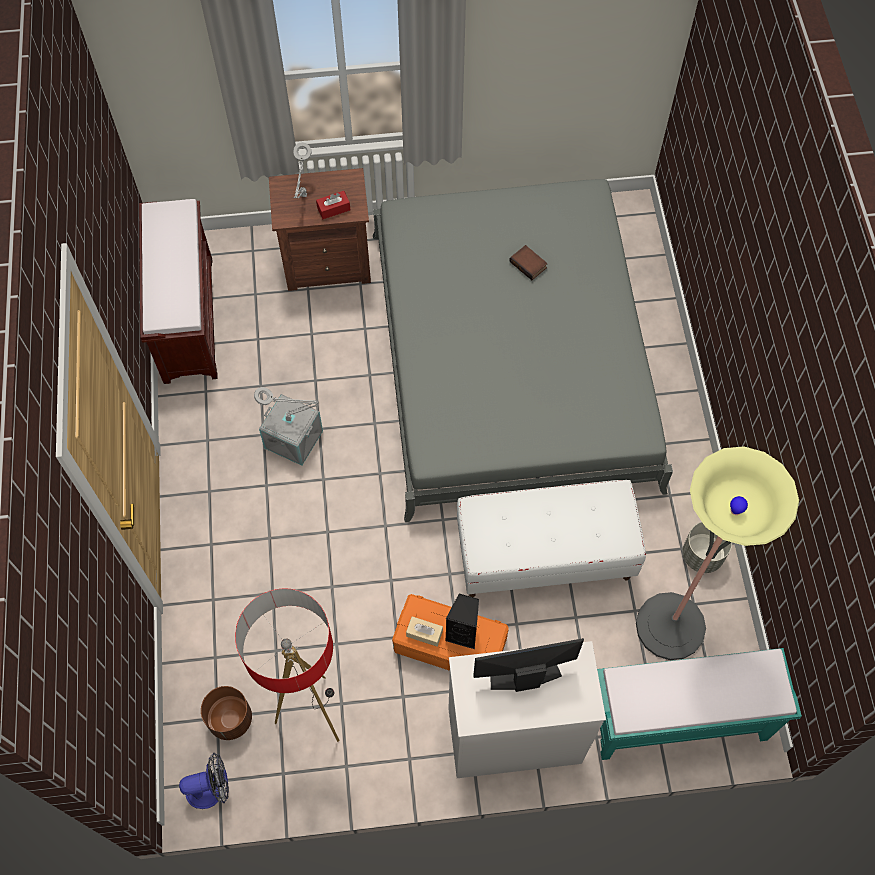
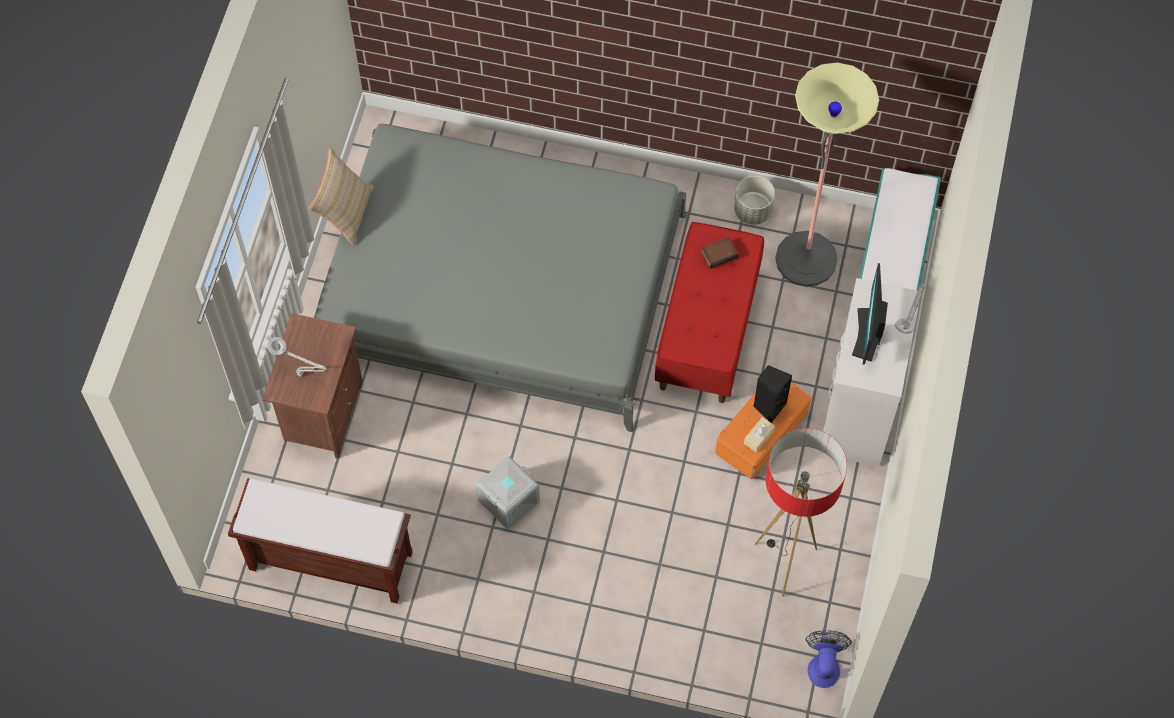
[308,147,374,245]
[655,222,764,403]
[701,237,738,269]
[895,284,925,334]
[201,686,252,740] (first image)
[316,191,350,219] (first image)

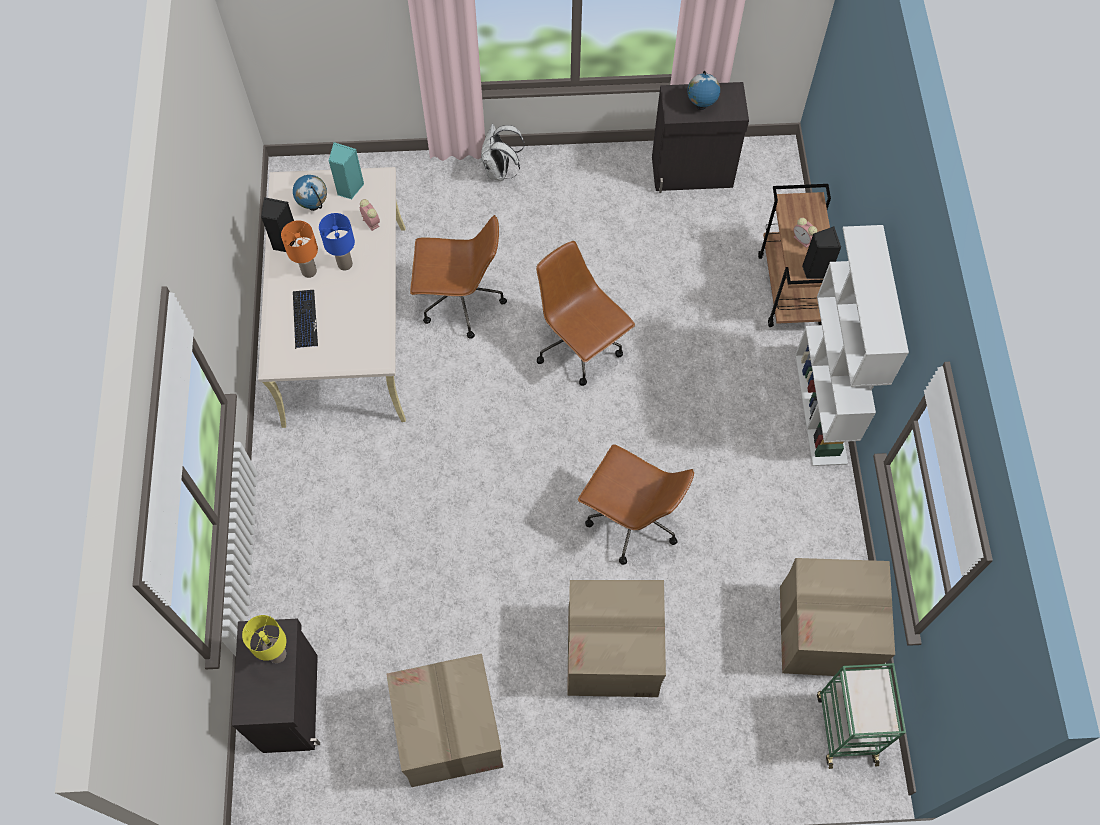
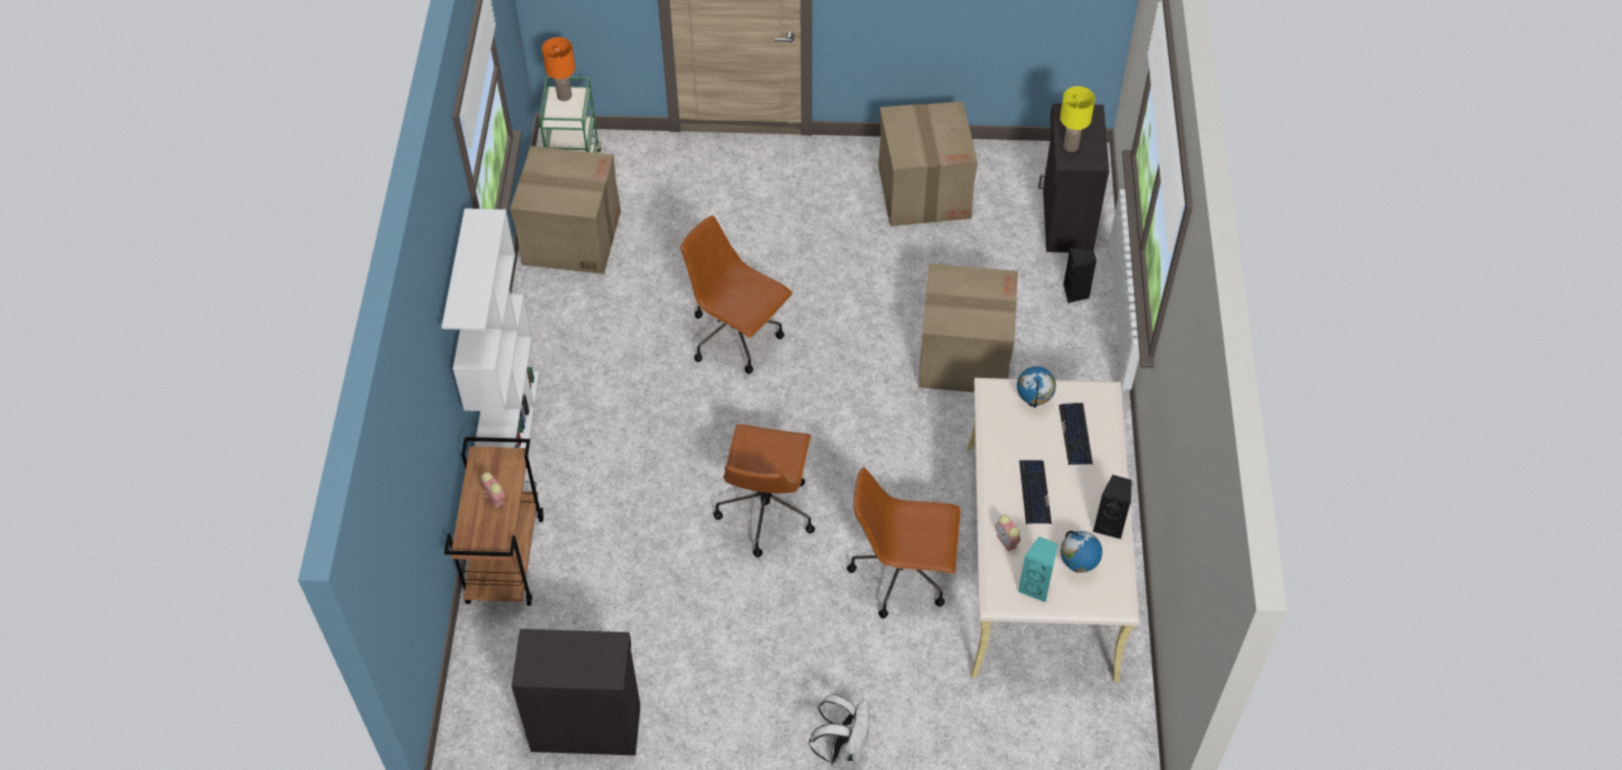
[542,37,575,101]
[713,424,815,557]
[918,264,1018,392]
[1017,366,1056,408]
[1019,460,1052,525]
[1063,248,1097,303]

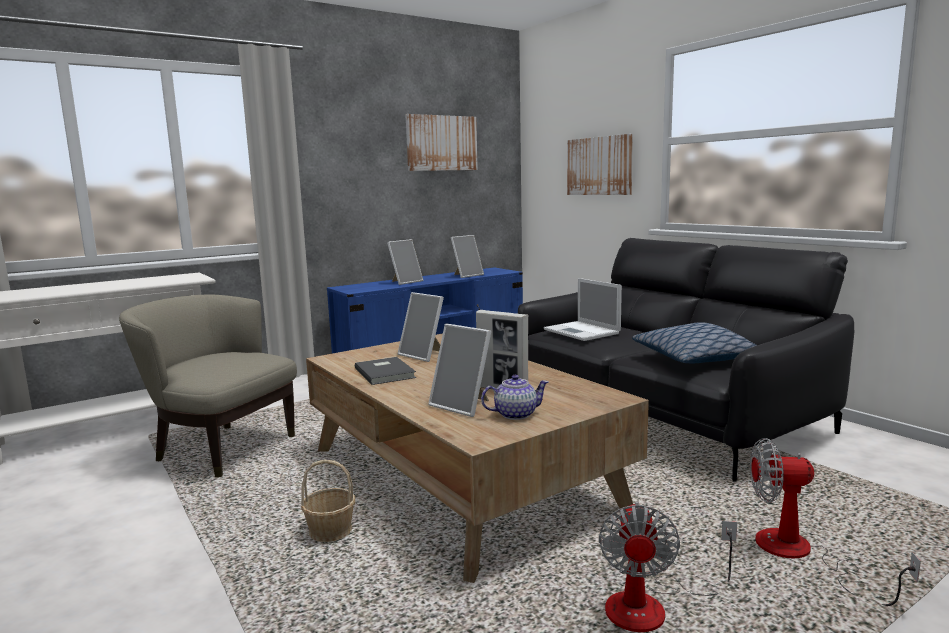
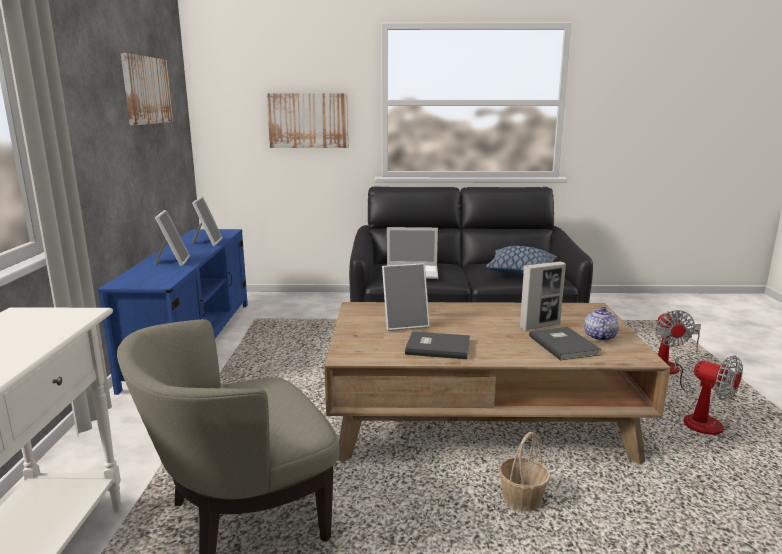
[529,327,601,360]
[655,310,701,374]

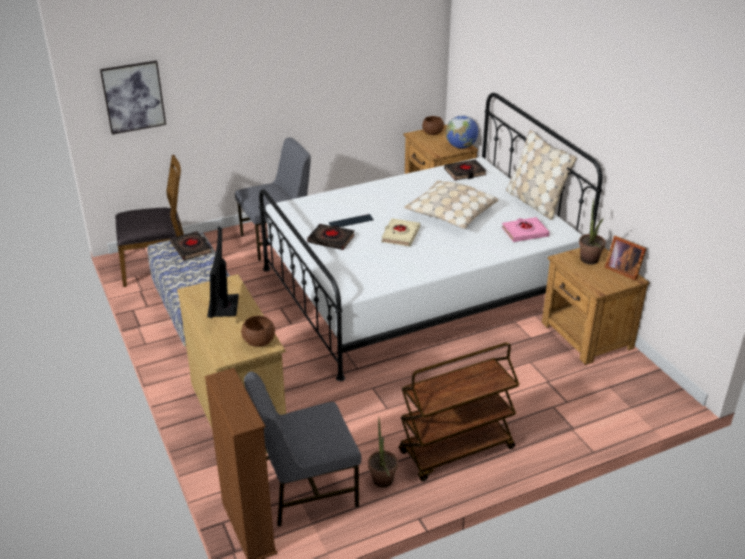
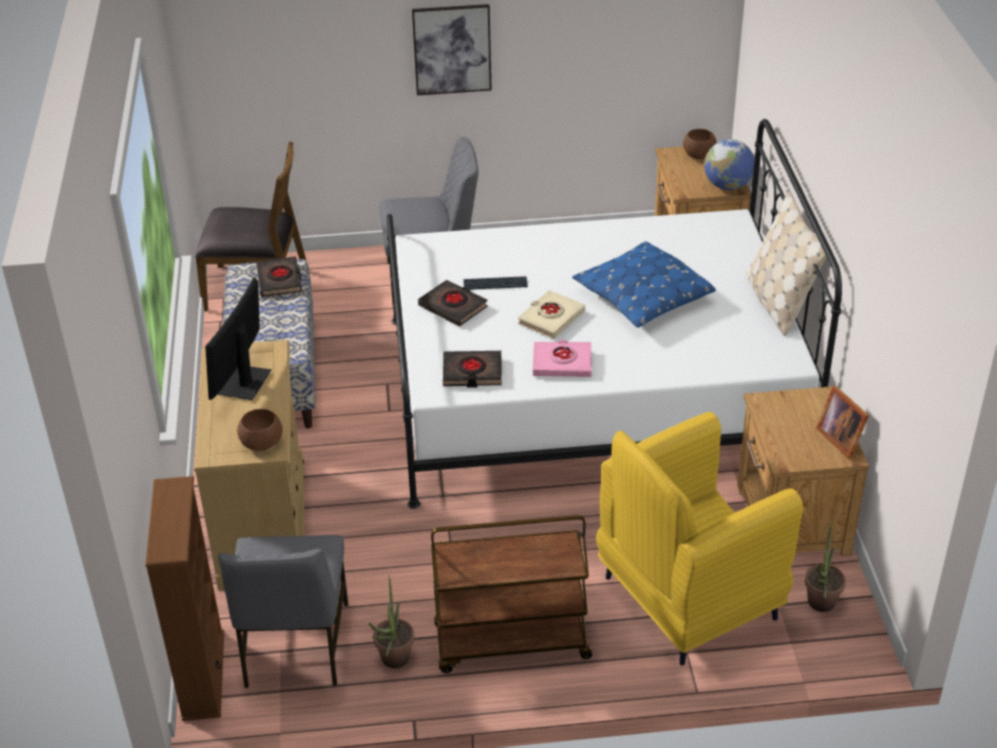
[218,535,348,688]
[412,4,492,95]
[443,351,502,388]
[533,340,592,377]
[572,242,716,328]
[596,412,803,666]
[805,520,846,612]

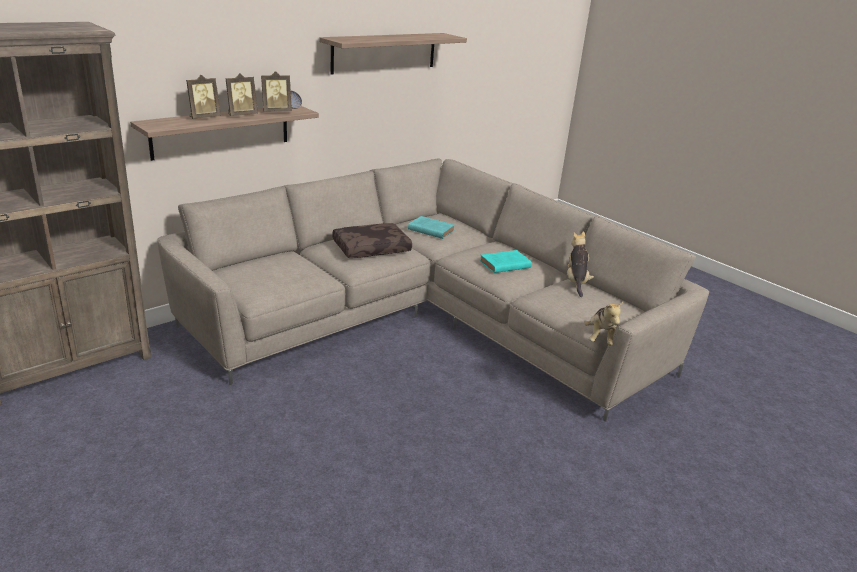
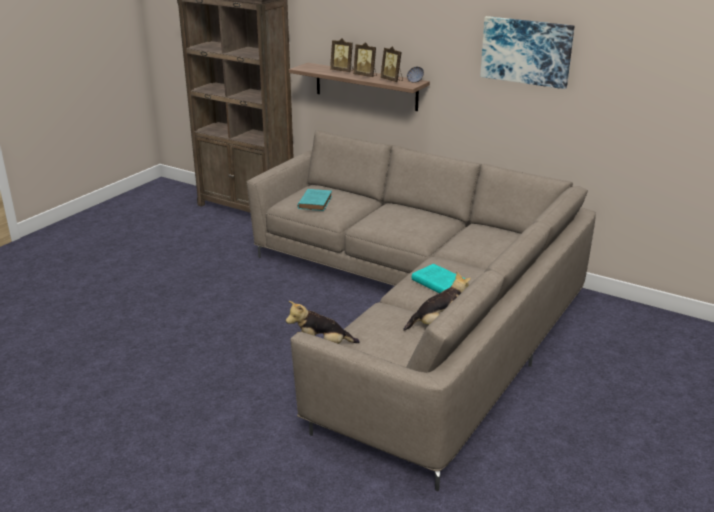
[298,189,332,211]
[480,16,575,89]
[332,223,412,258] (first image)

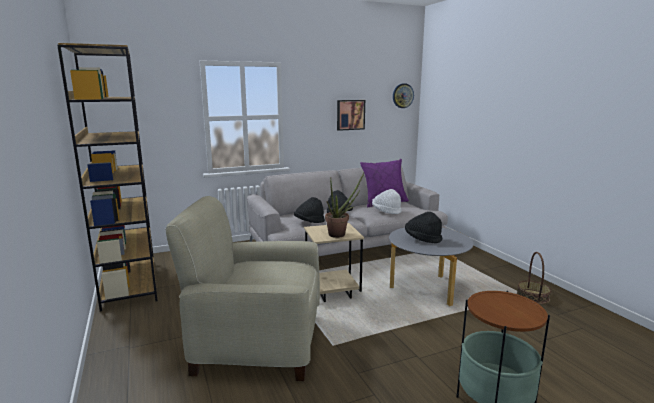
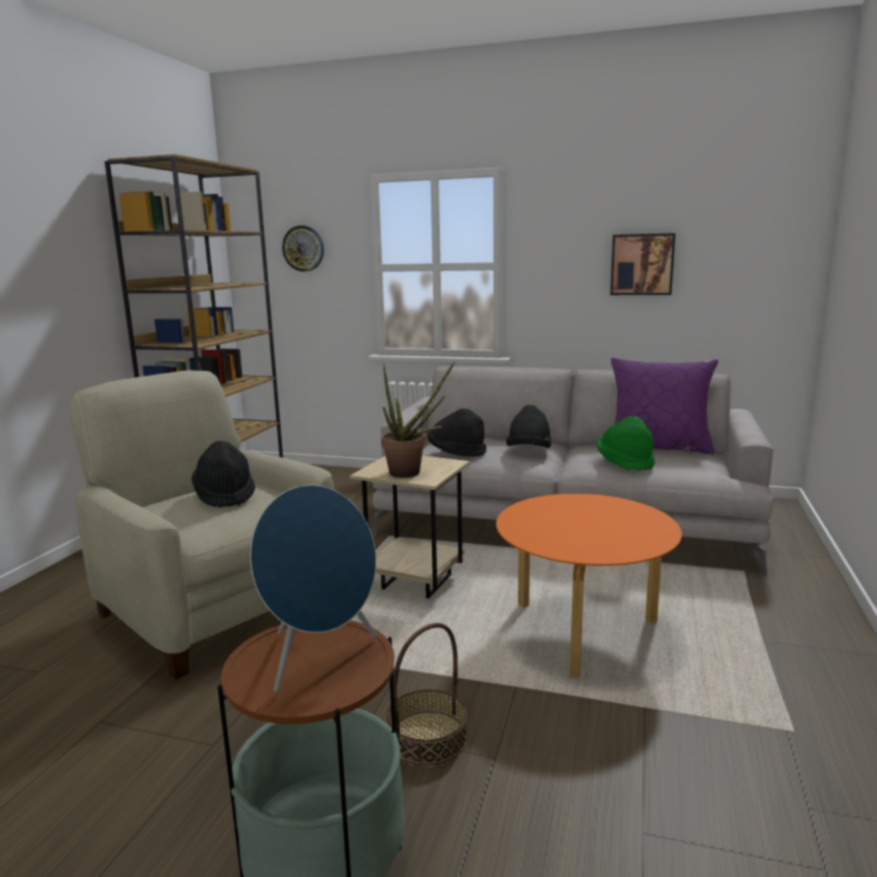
[192,441,256,508]
[250,485,377,692]
[282,225,324,272]
[387,623,468,766]
[496,494,682,678]
[597,416,655,471]

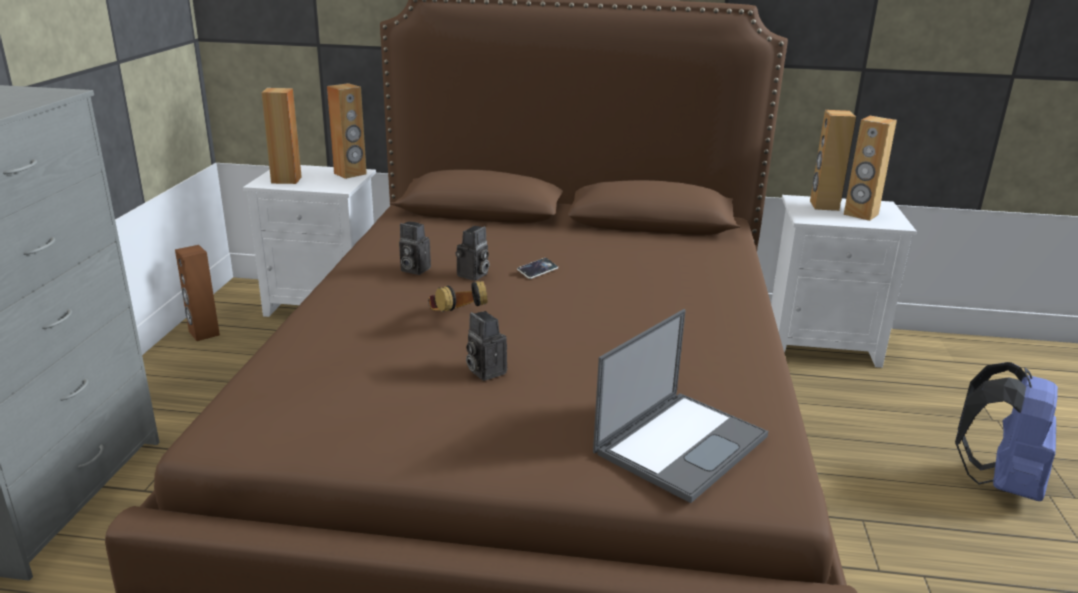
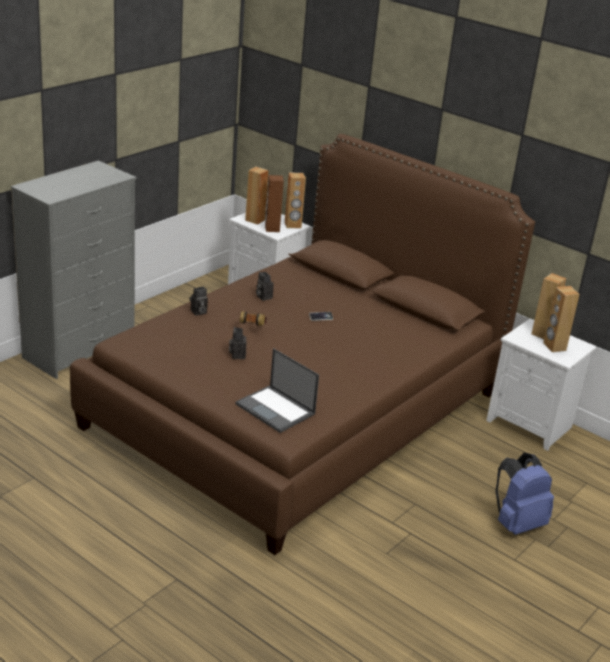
[190,287,208,316]
[235,348,319,433]
[265,175,284,232]

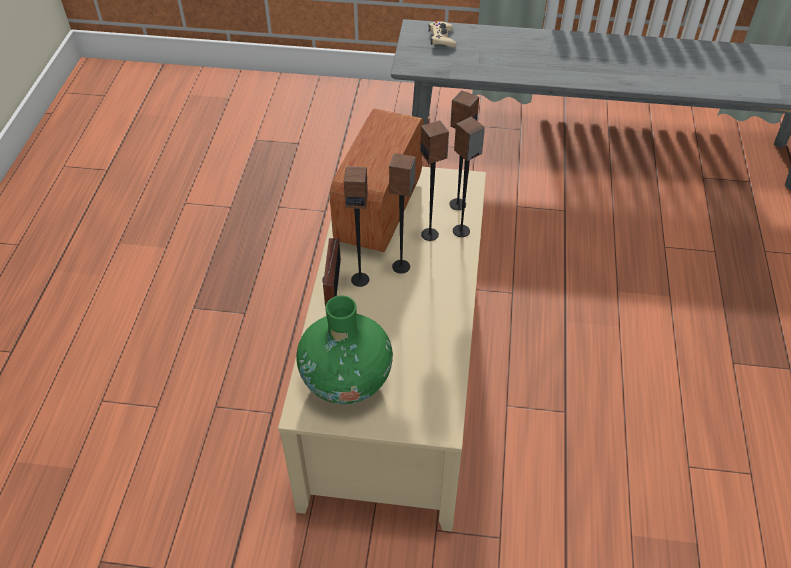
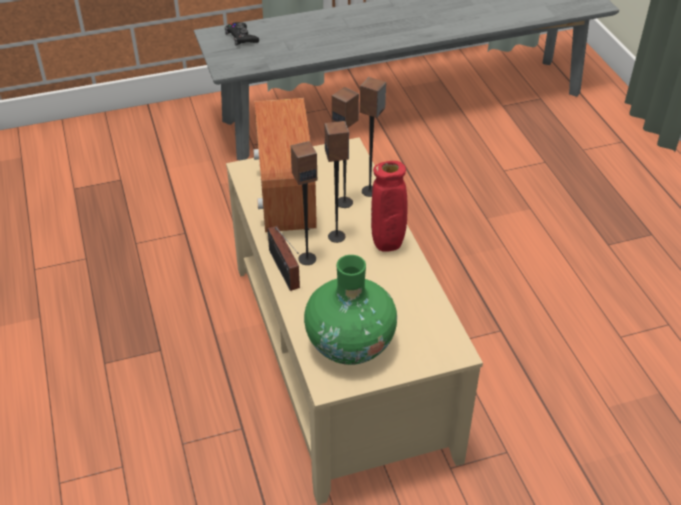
[225,22,259,46]
[371,161,408,252]
[449,90,479,210] (first image)

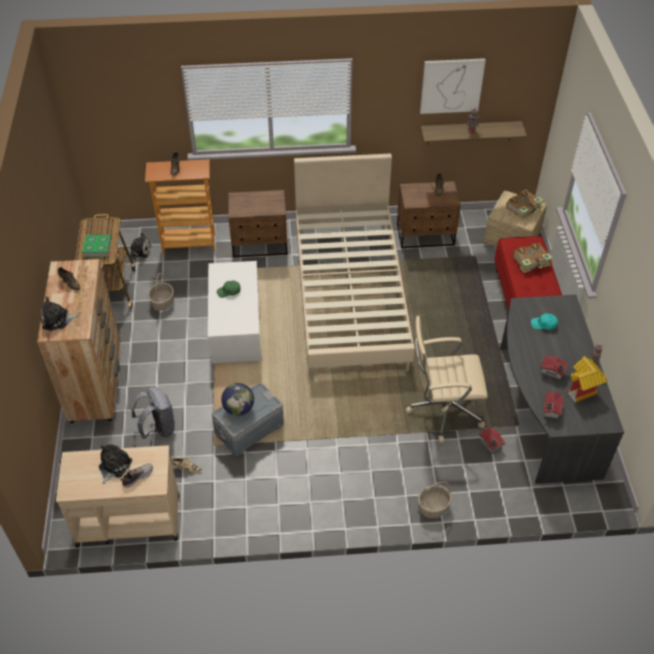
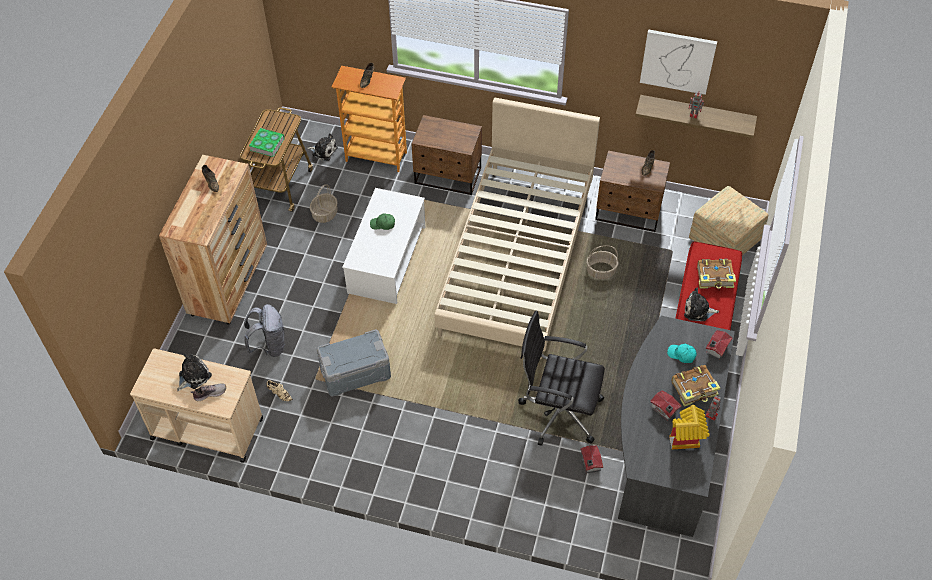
[518,311,605,446]
[587,245,619,279]
[672,365,720,407]
[684,288,719,321]
[706,330,732,360]
[221,383,254,416] (first image)

